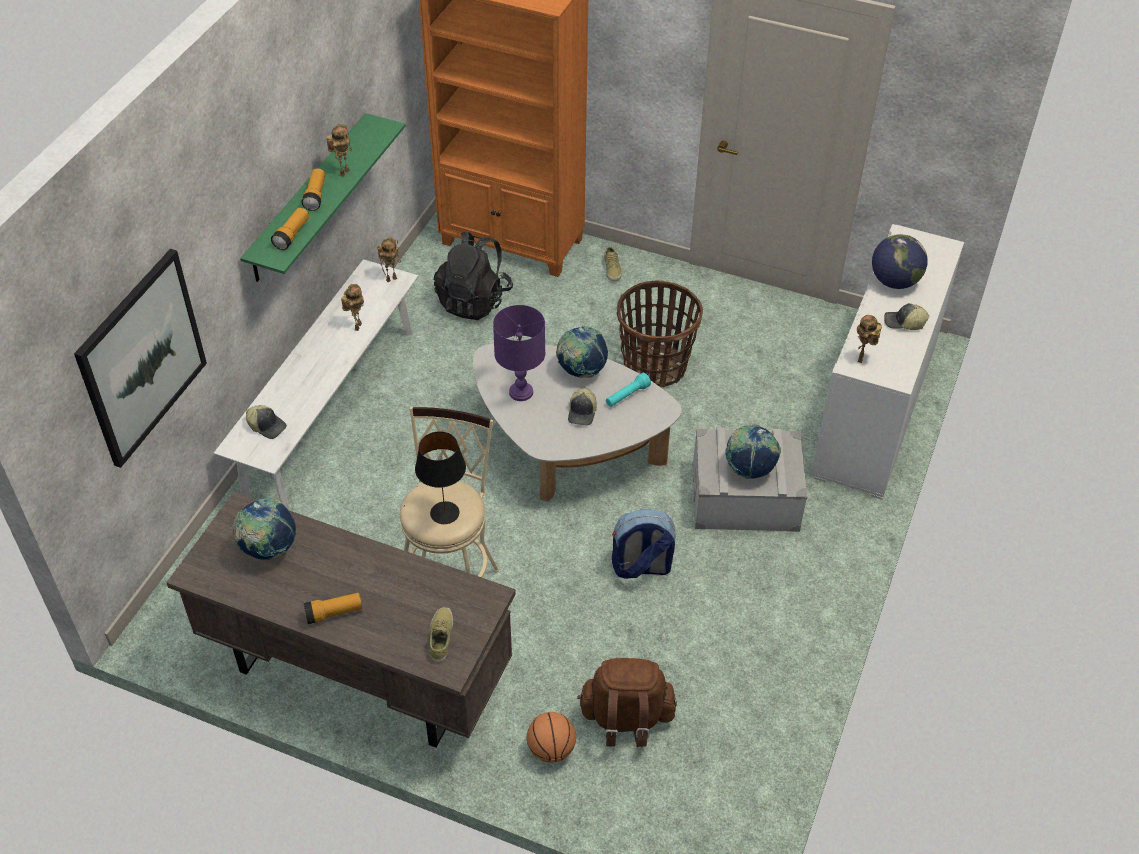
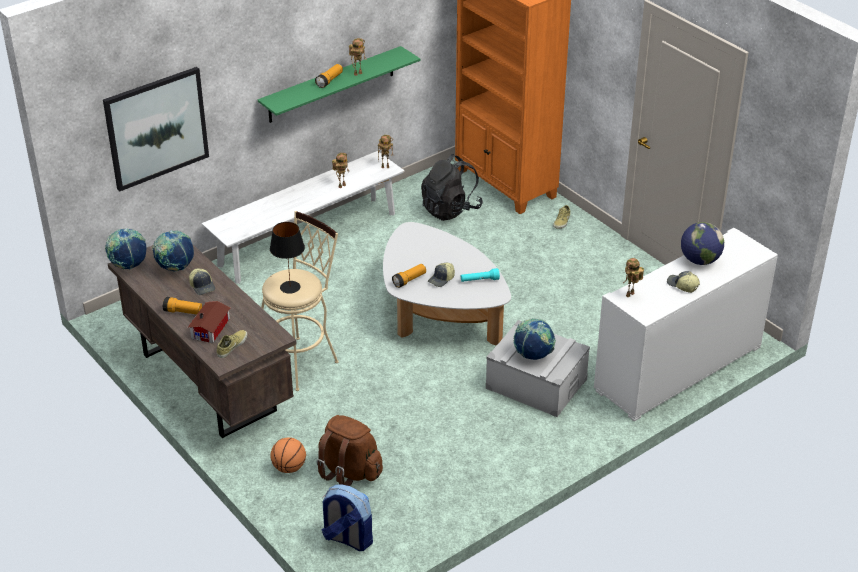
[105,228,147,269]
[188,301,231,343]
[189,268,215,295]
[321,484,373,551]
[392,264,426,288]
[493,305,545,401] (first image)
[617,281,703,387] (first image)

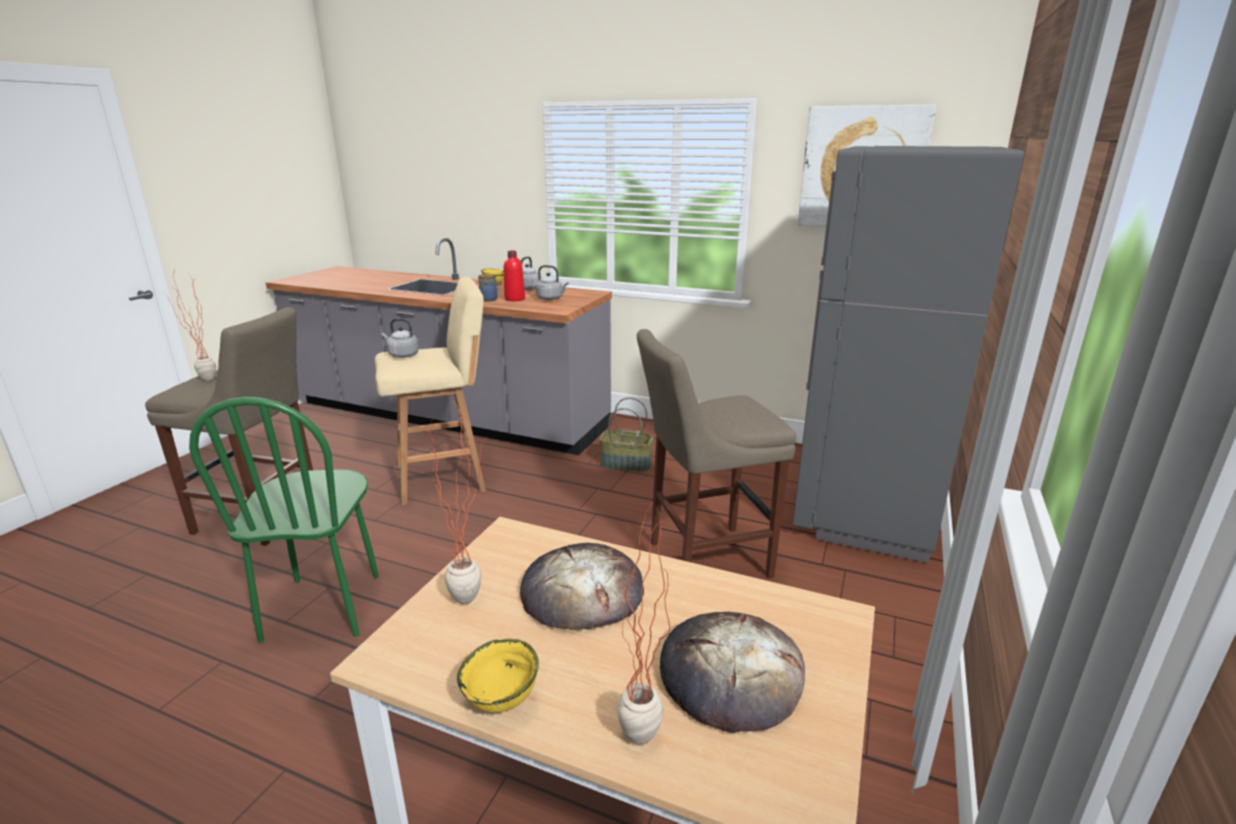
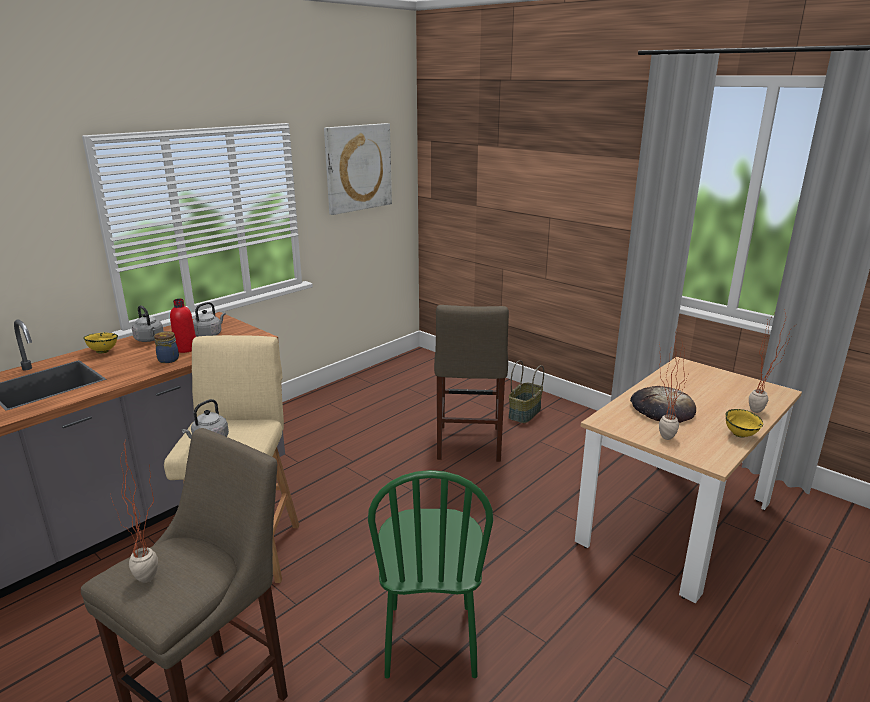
[368,470,493,678]
[509,360,544,423]
[660,612,805,733] (first image)
[793,146,1024,563] (first image)

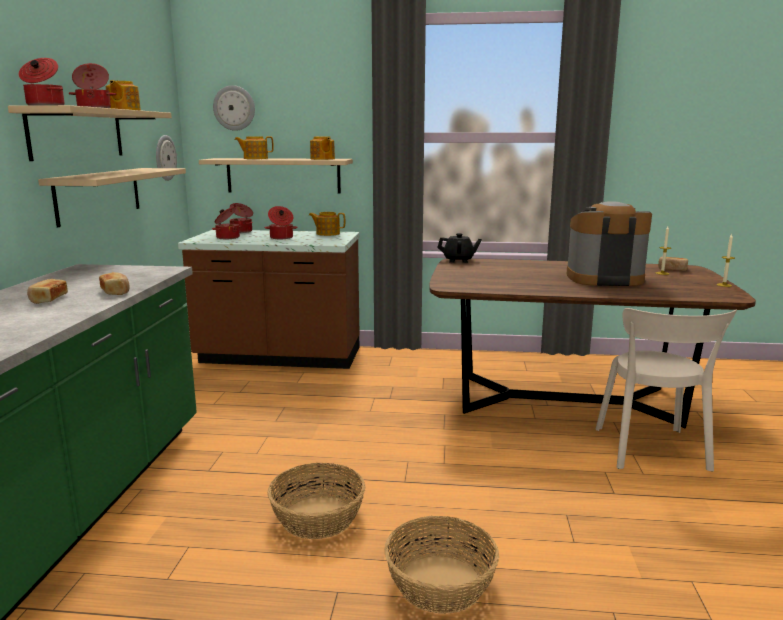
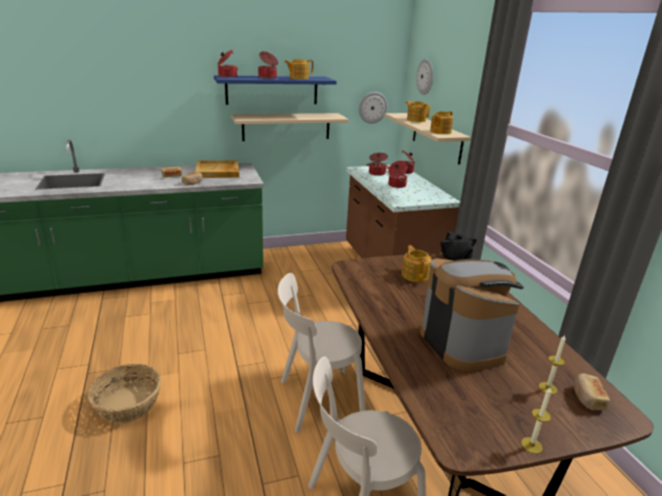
[196,160,239,178]
[214,75,337,105]
[278,273,365,433]
[402,245,431,282]
[267,463,366,539] (first image)

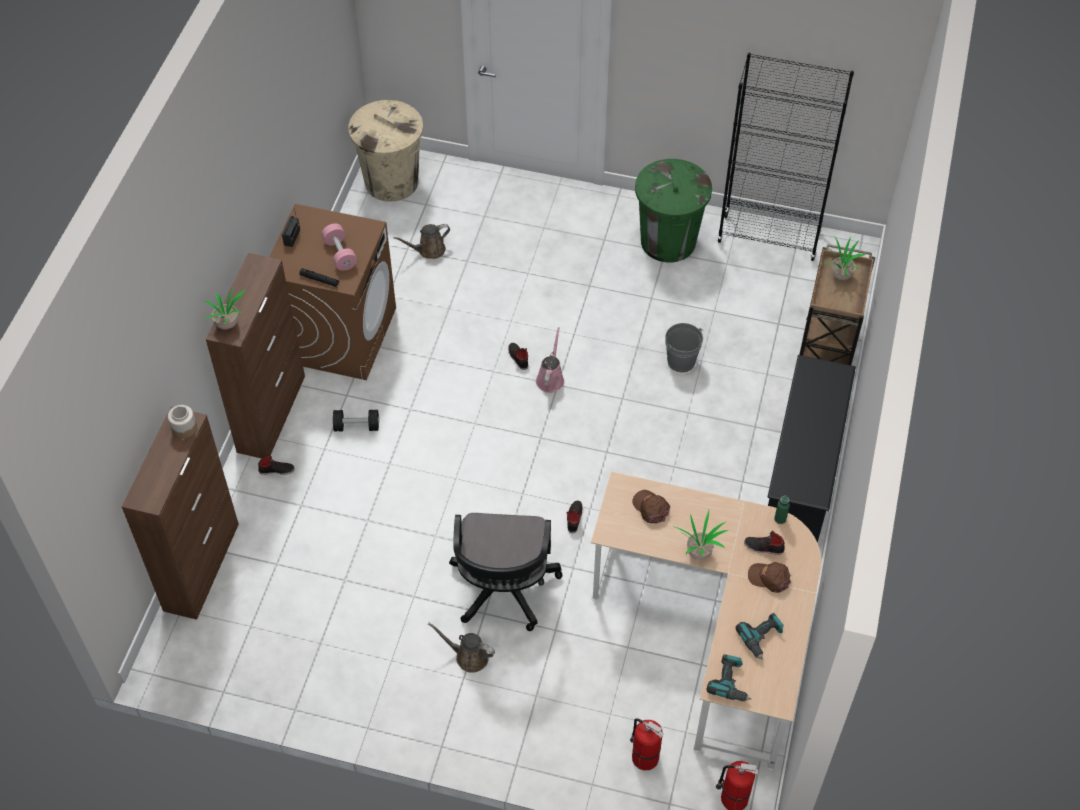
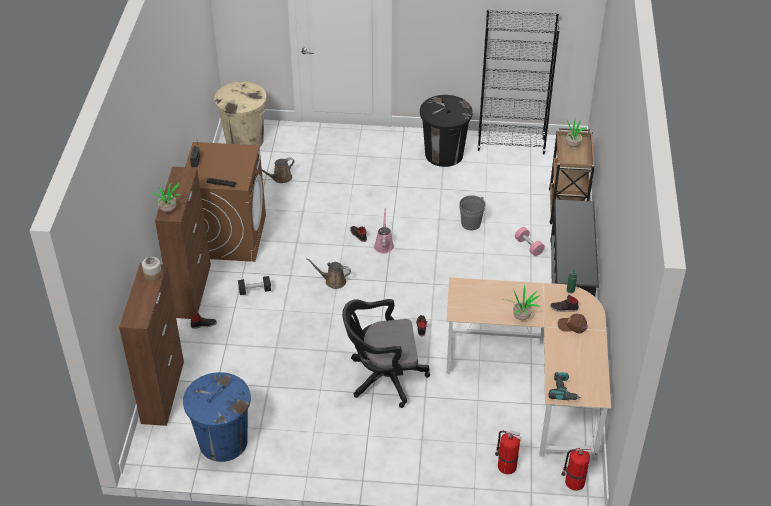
[183,372,251,462]
[306,258,351,289]
[342,299,430,408]
[420,95,473,167]
[515,227,545,256]
[632,490,670,524] (first image)
[736,613,784,660] (first image)

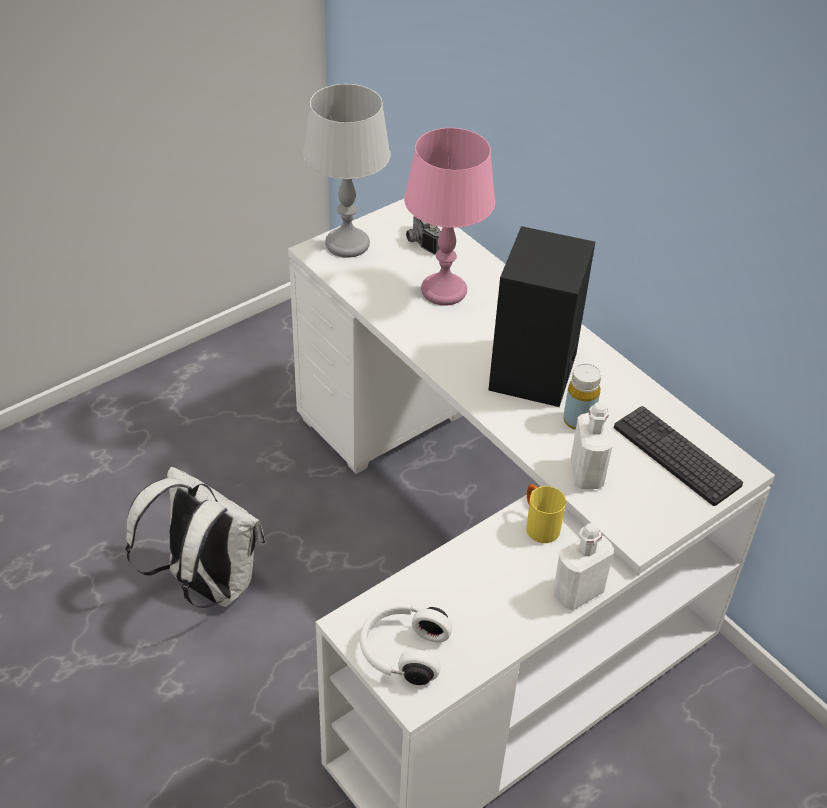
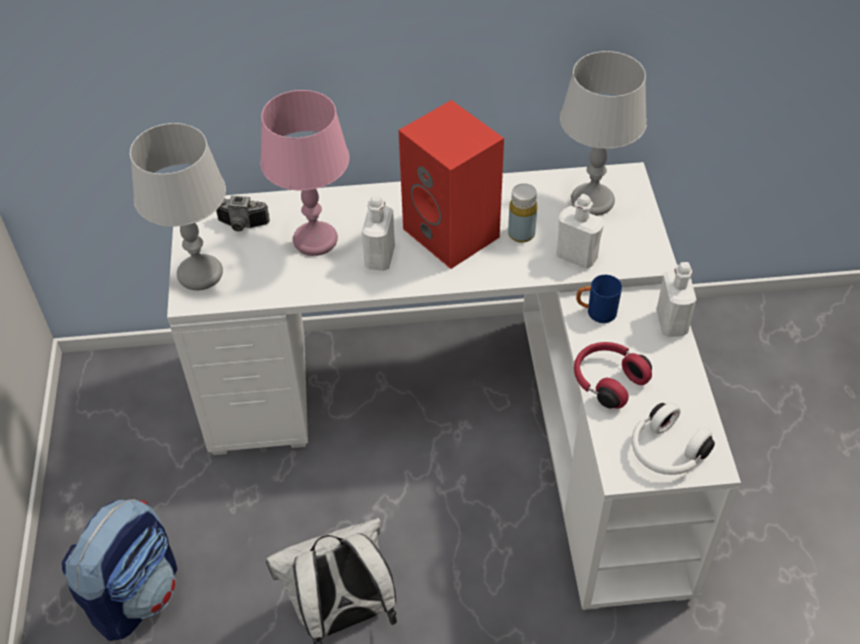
[62,499,177,641]
[362,195,395,271]
[399,100,504,269]
[560,51,647,216]
[574,342,652,409]
[576,275,622,323]

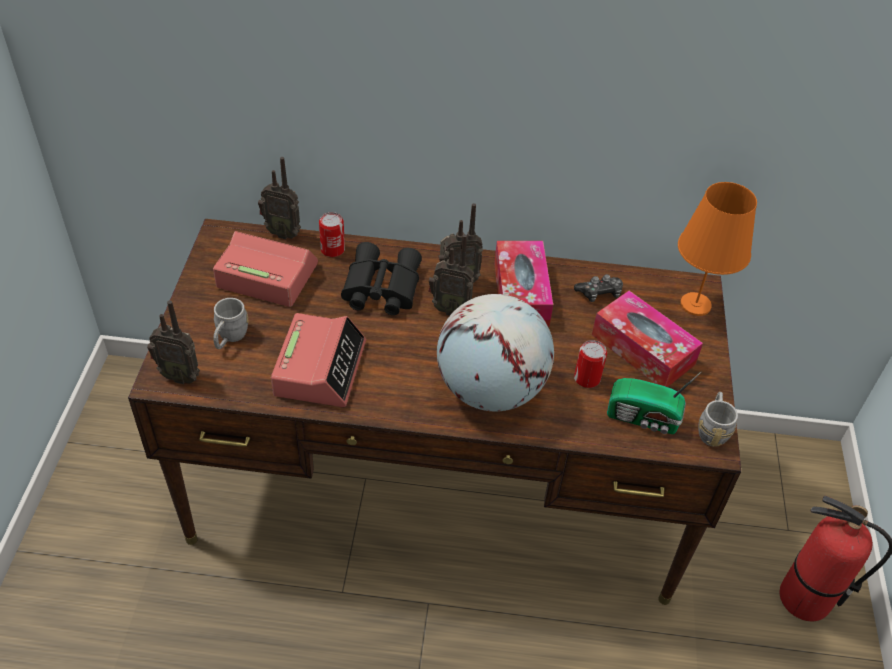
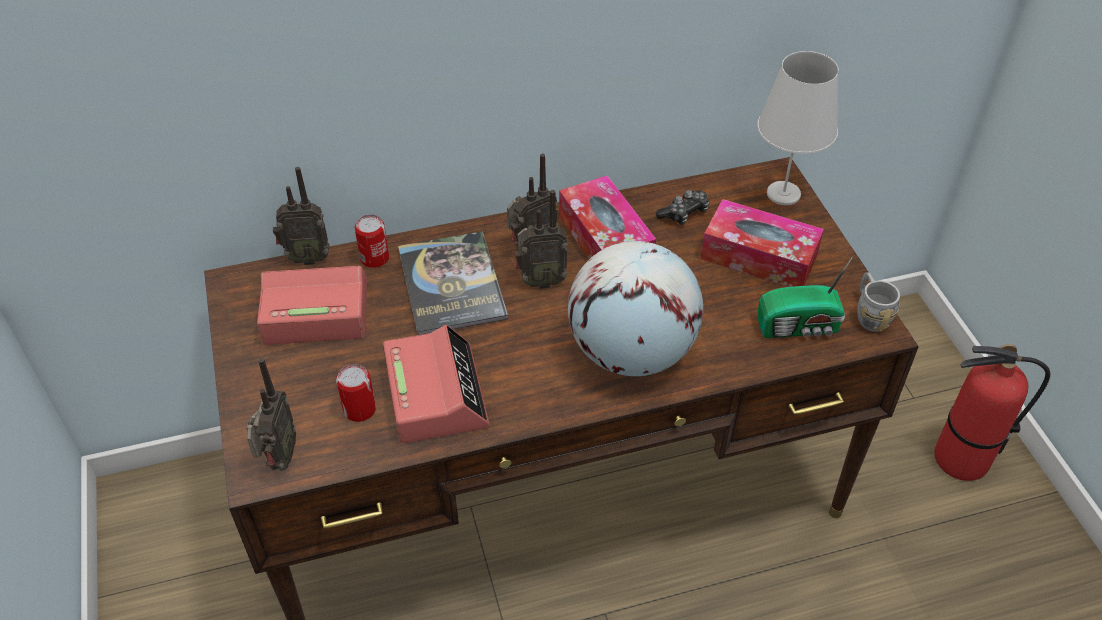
[246,358,296,471]
[336,364,376,422]
[398,231,508,335]
[757,51,839,205]
[213,298,248,349] (first image)

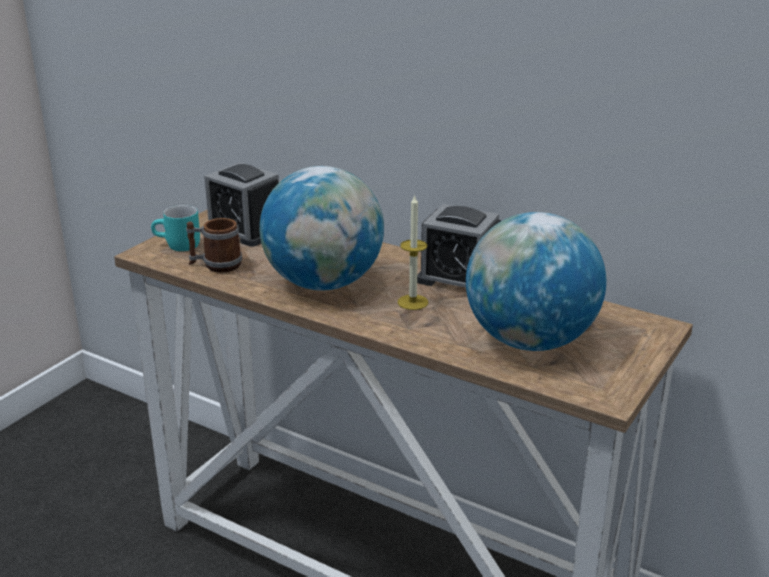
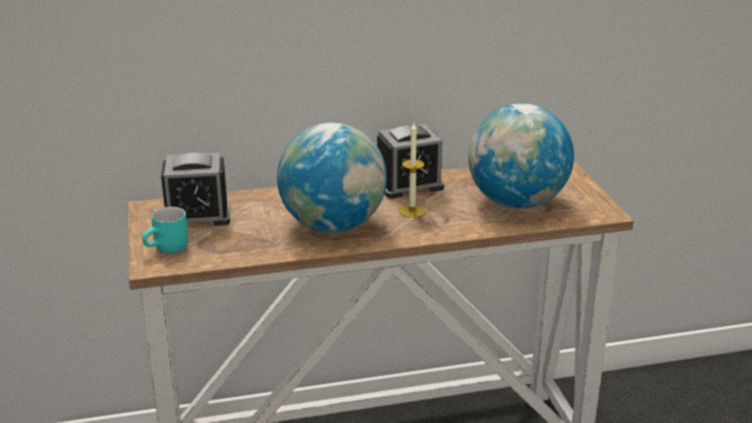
[186,218,242,273] (first image)

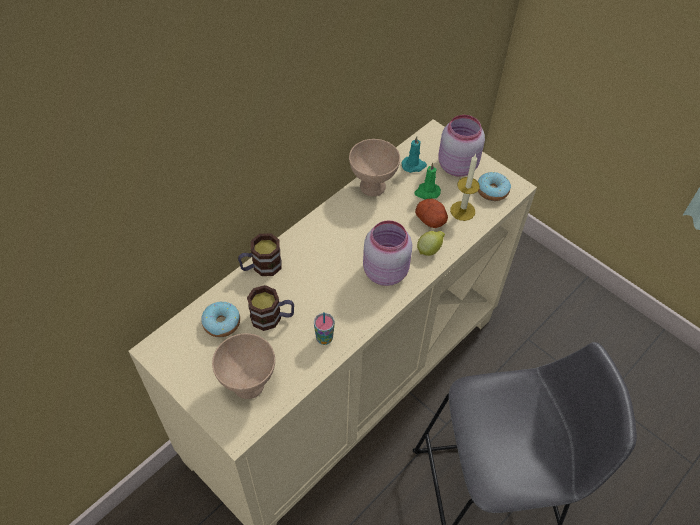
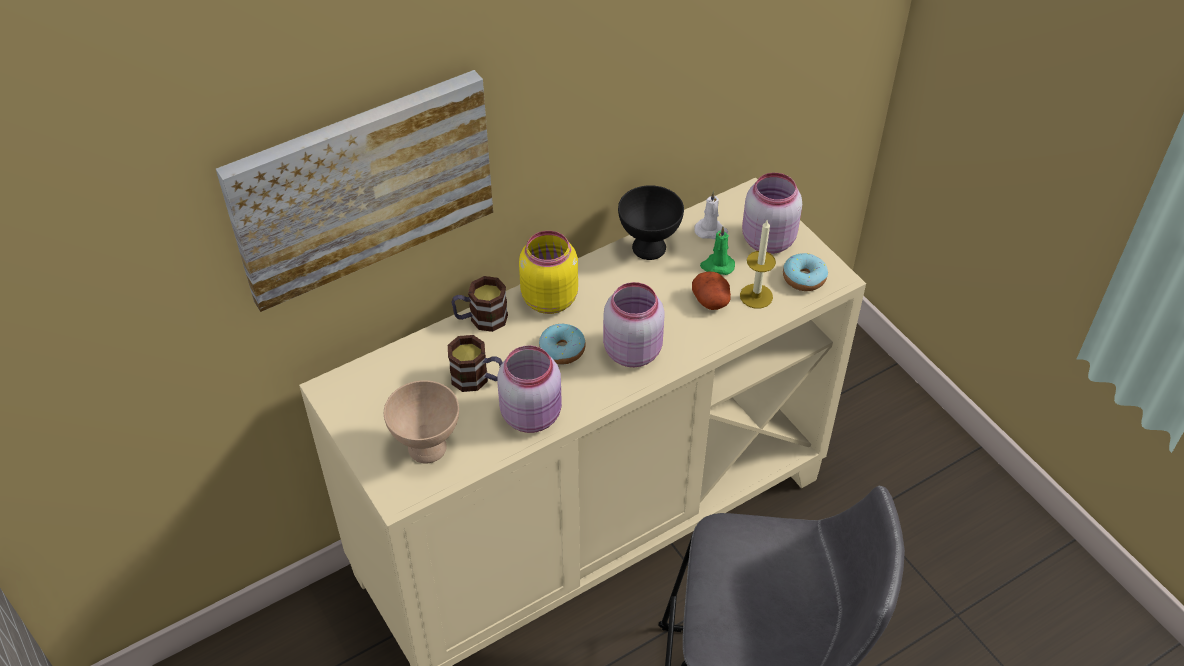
[216,70,493,312]
[497,346,562,433]
[519,231,578,314]
[539,324,586,364]
[618,185,684,260]
[694,191,728,239]
[417,231,445,256] (first image)

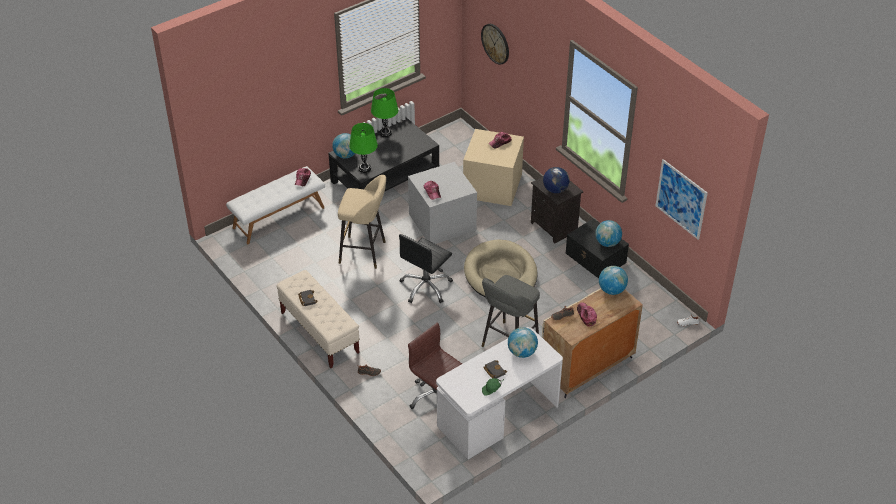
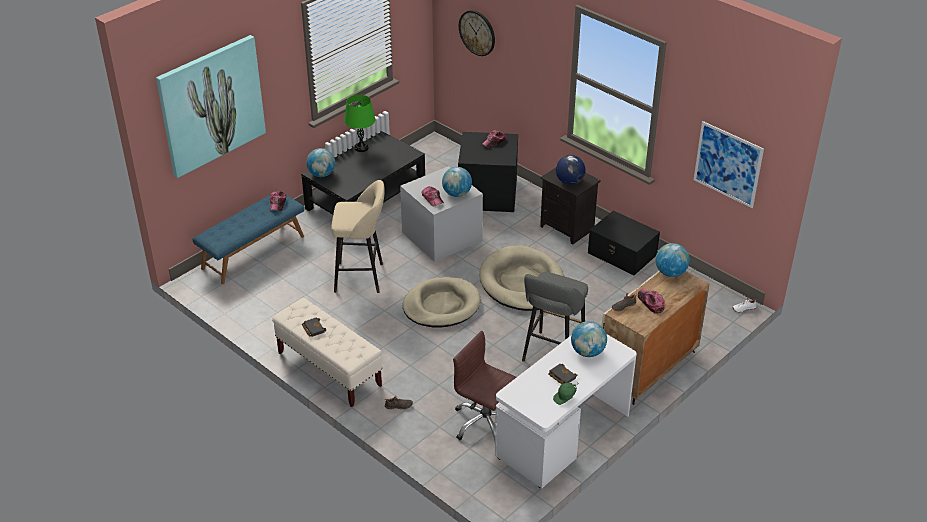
[156,35,266,178]
[193,191,304,284]
[403,277,480,328]
[442,167,472,197]
[458,132,518,212]
[349,123,378,173] (first image)

